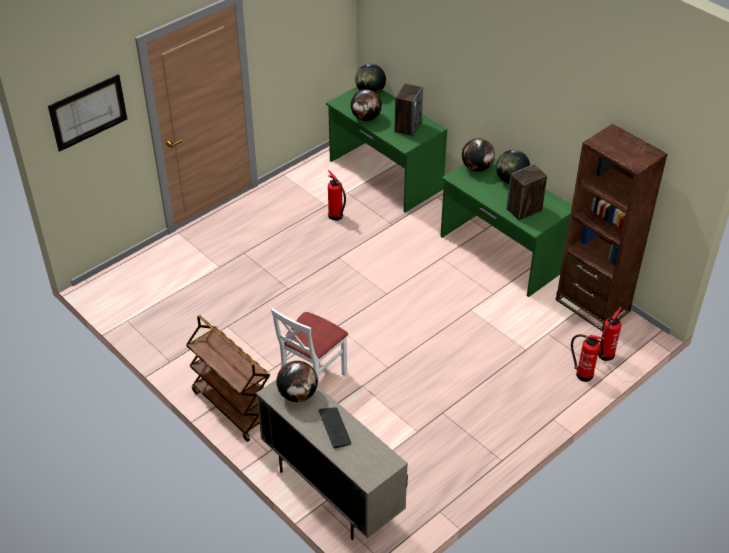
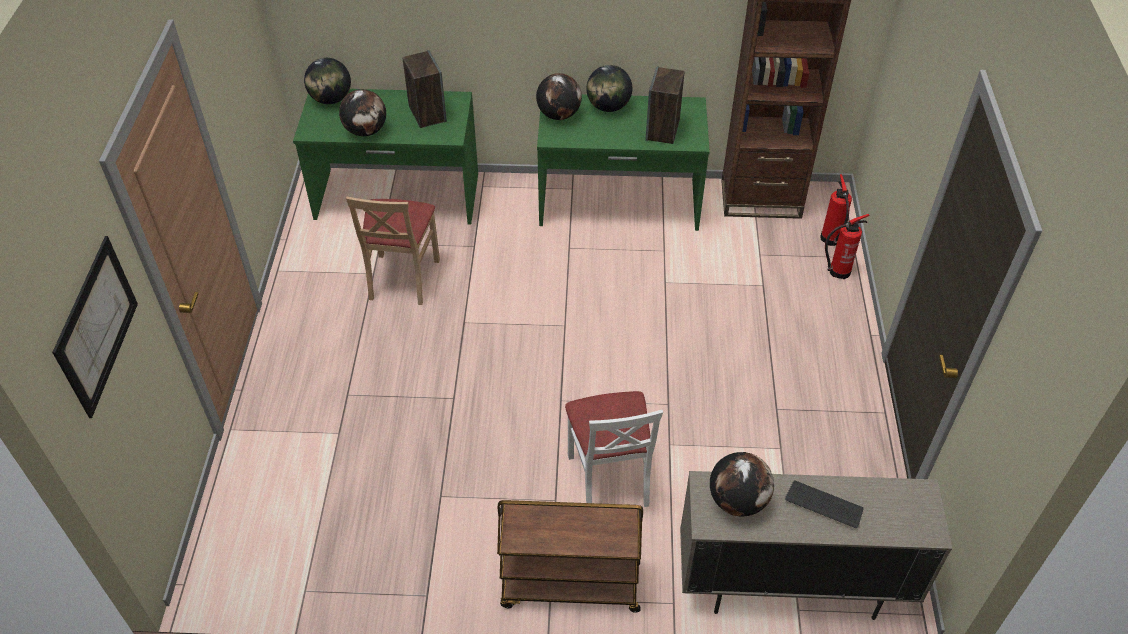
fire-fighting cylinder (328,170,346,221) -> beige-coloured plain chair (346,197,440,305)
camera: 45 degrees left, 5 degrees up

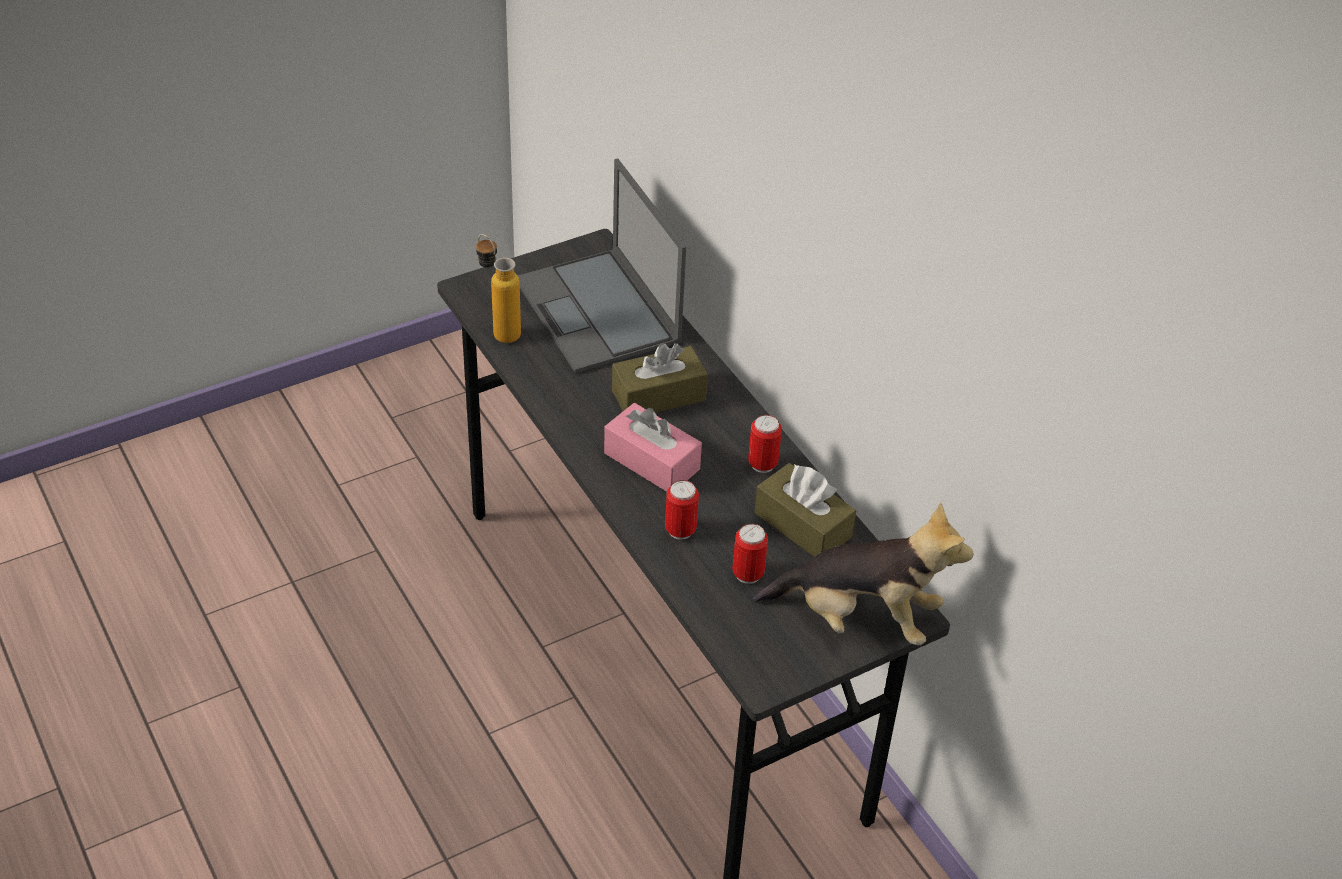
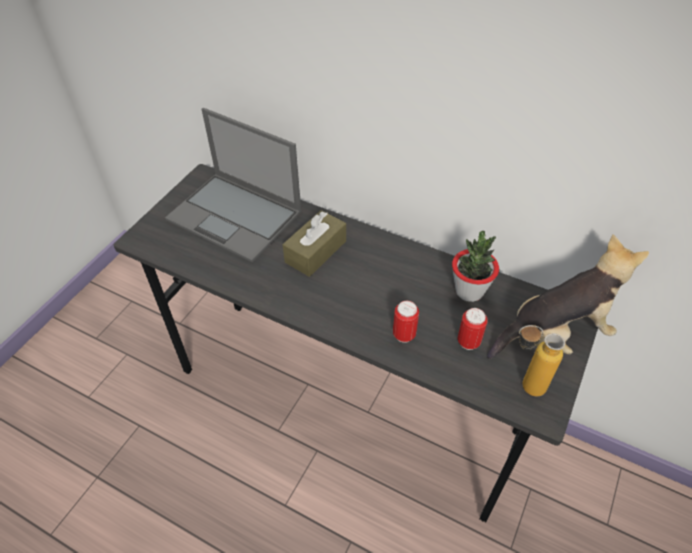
beverage bottle (476,234,521,343) -> beverage bottle (519,325,565,397), move
pinkish tissue box (604,403,702,492) -> none
sealed can (748,415,782,473) -> none
brownish tissue box (755,463,856,557) -> plant in a pot (452,231,499,302)
camera: 30 degrees left, 5 degrees up

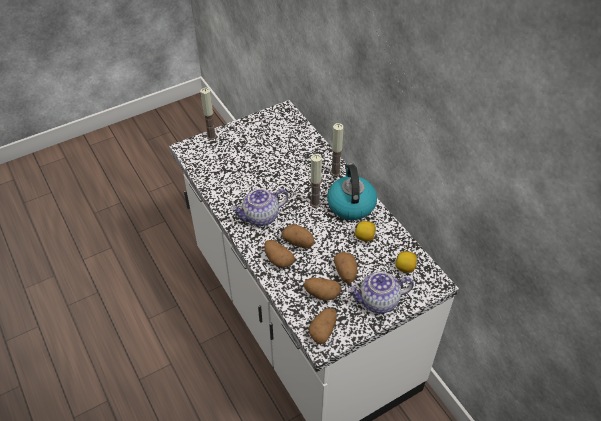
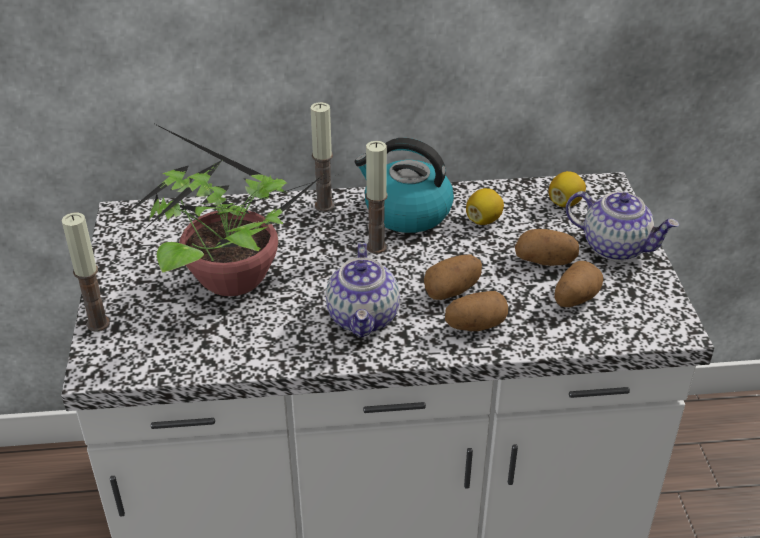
teapot (348,272,414,314) -> teapot (566,191,680,261), 75 degrees counterclockwise
whole potato (309,308,337,344) -> none
none -> plant in a pot (125,122,324,296)
camera: 65 degrees left, 10 degrees down

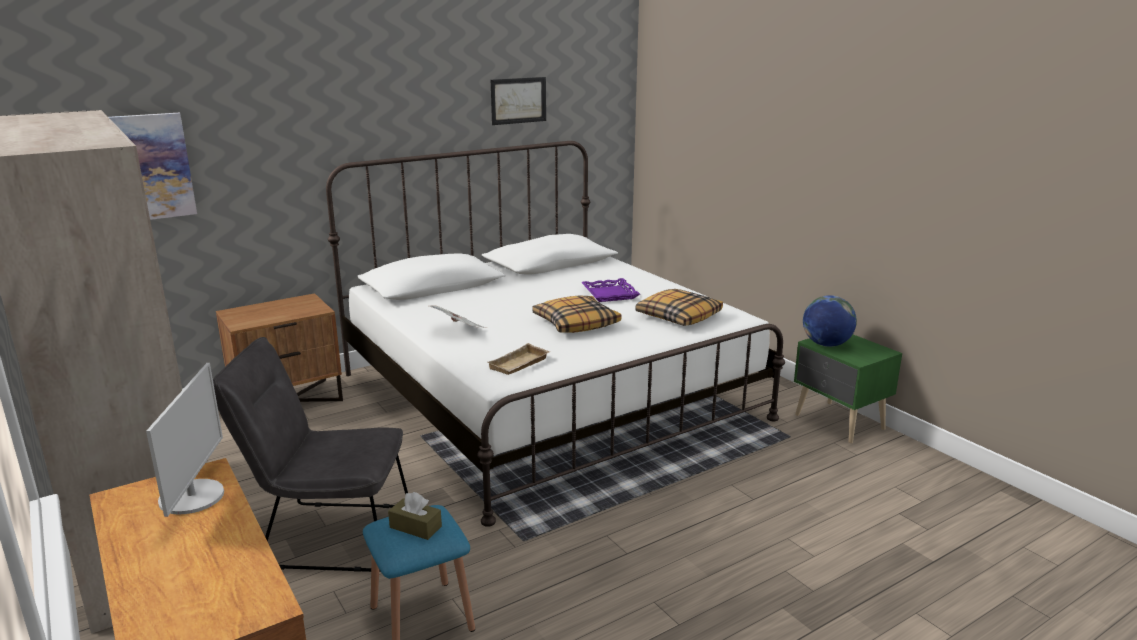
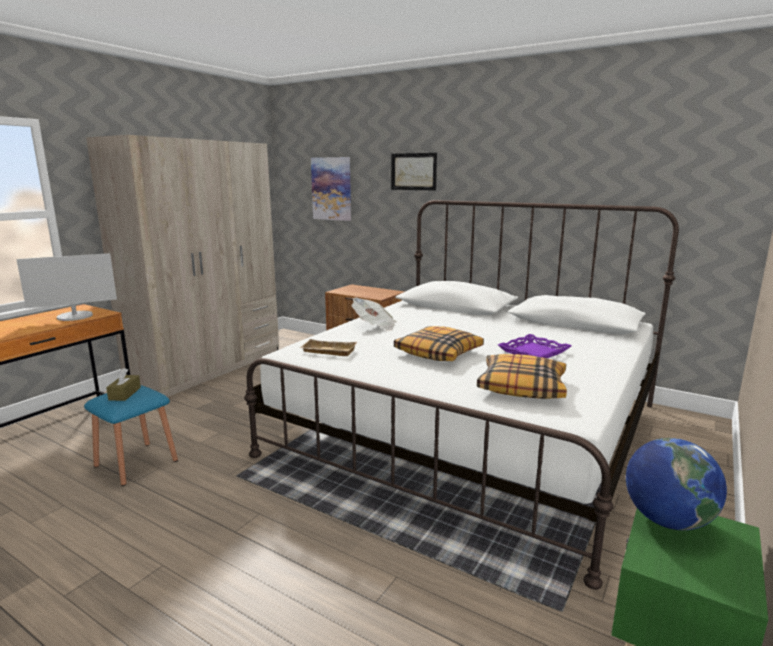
picture (491,77,546,125) -> picture (391,153,437,191), move
grey plain chair (213,337,408,572) -> none
camera: 65 degrees right, 5 degrees down

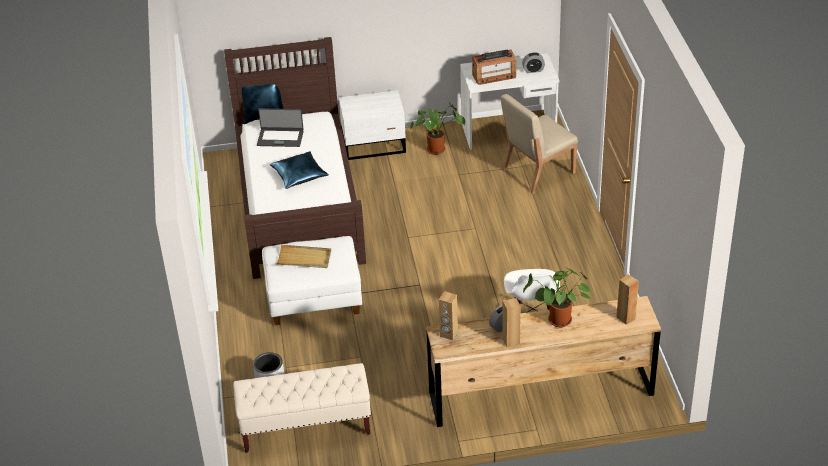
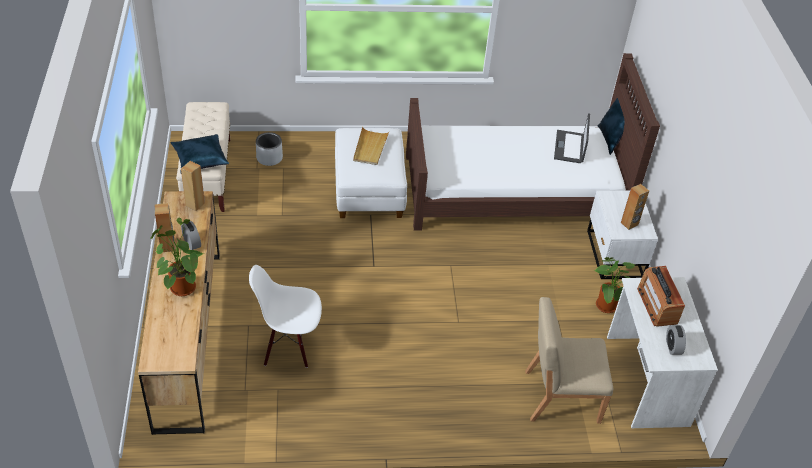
beige-coloured plain chair (501,94,578,194) -> beige-coloured plain chair (525,297,613,424), 60 degrees counterclockwise
blue-coloured pillow (270,151,329,189) -> blue-coloured pillow (170,134,229,173), move
brownish audio speaker (616,274,639,325) -> brownish audio speaker (621,184,649,230), move
camera: 90 degrees right, 5 degrees up

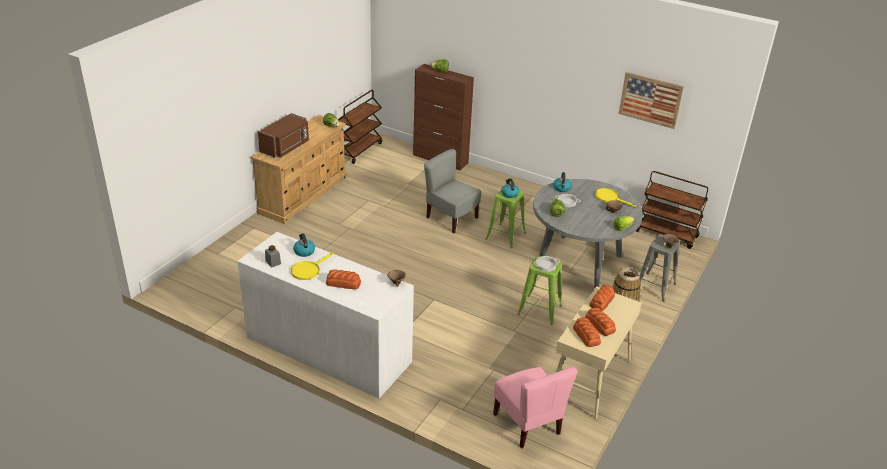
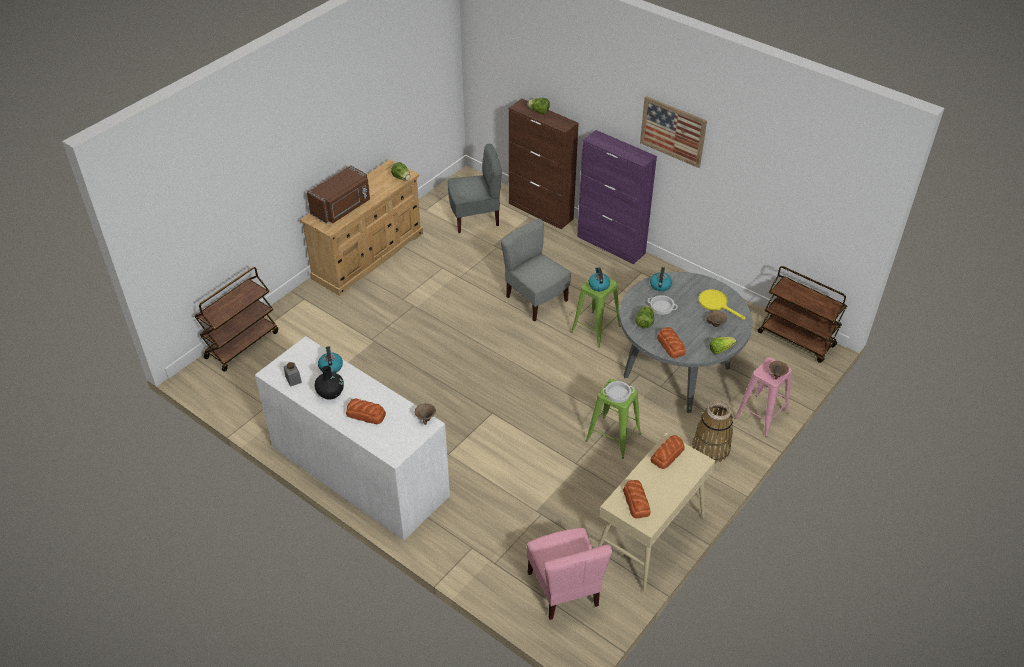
picture (619,72,684,129) -> picture (640,96,707,168), move
brownish cart (338,90,382,164) -> brownish cart (194,267,278,372), move
grey stool seat (640,234,680,302) -> pinkish stool seat (734,357,792,437)
yellowish pan (291,253,333,280) -> black-coloured decorative vase (315,366,344,399)
bread (585,307,616,336) -> bread (657,327,686,358), move
none -> purple-coloured storage cabinet (577,130,657,264)
none -> grey plain chair (448,144,502,233)
camera: 10 degrees right, 10 degrees up

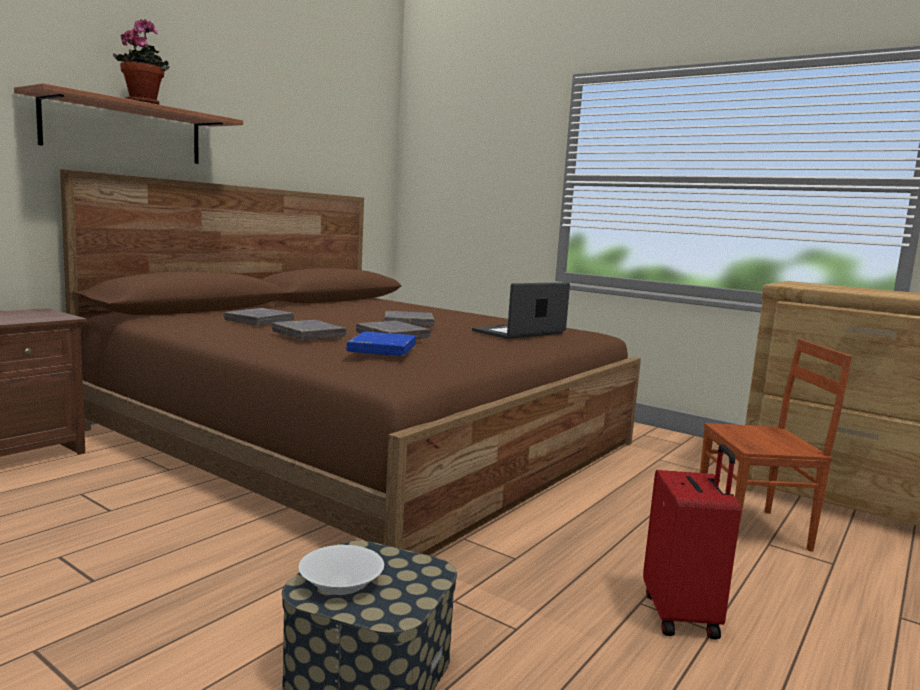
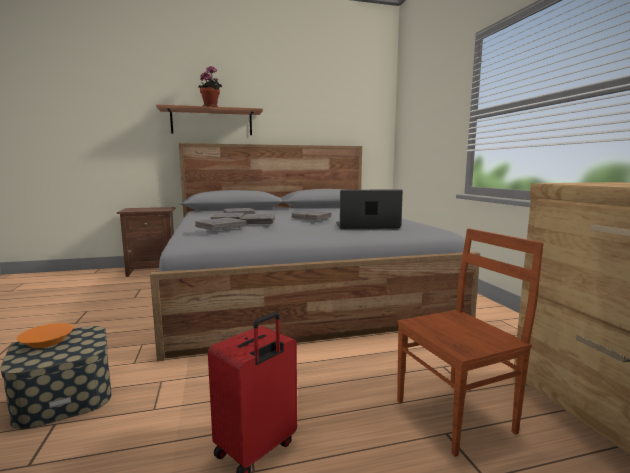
brownish bedroom bed (60,169,641,555) -> grey bedroom bed (150,143,480,361)
blue-coloured volume (347,331,416,356) -> grey volume (195,218,247,231)
brownish plain chair (700,339,852,551) -> brownish plain chair (397,228,544,457), 60 degrees counterclockwise
whitish bowl (298,545,384,595) -> orangey bowl (17,323,74,348)
camera: 40 degrees right, 0 degrees up

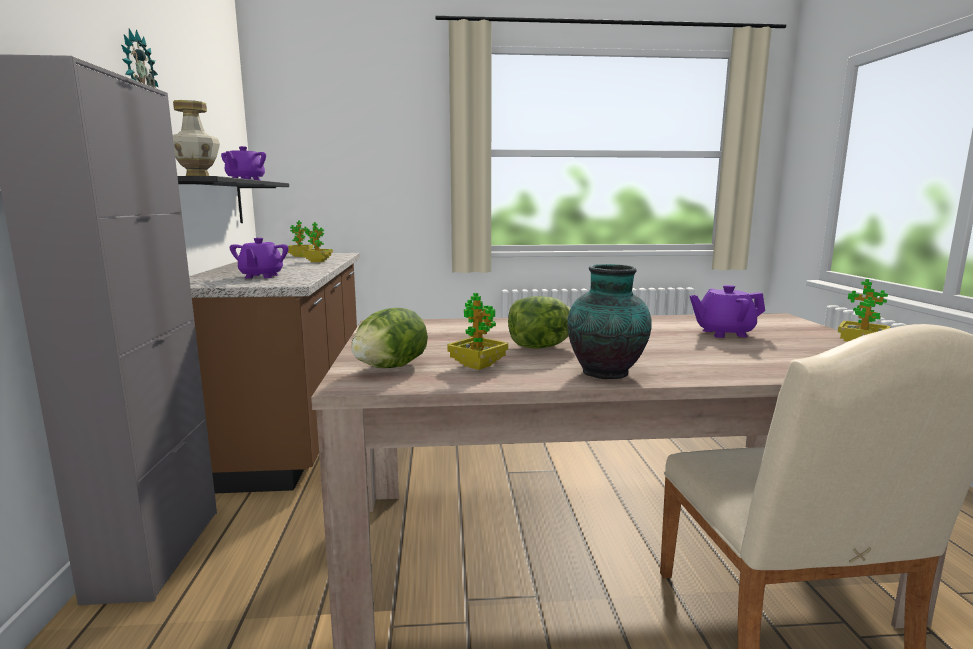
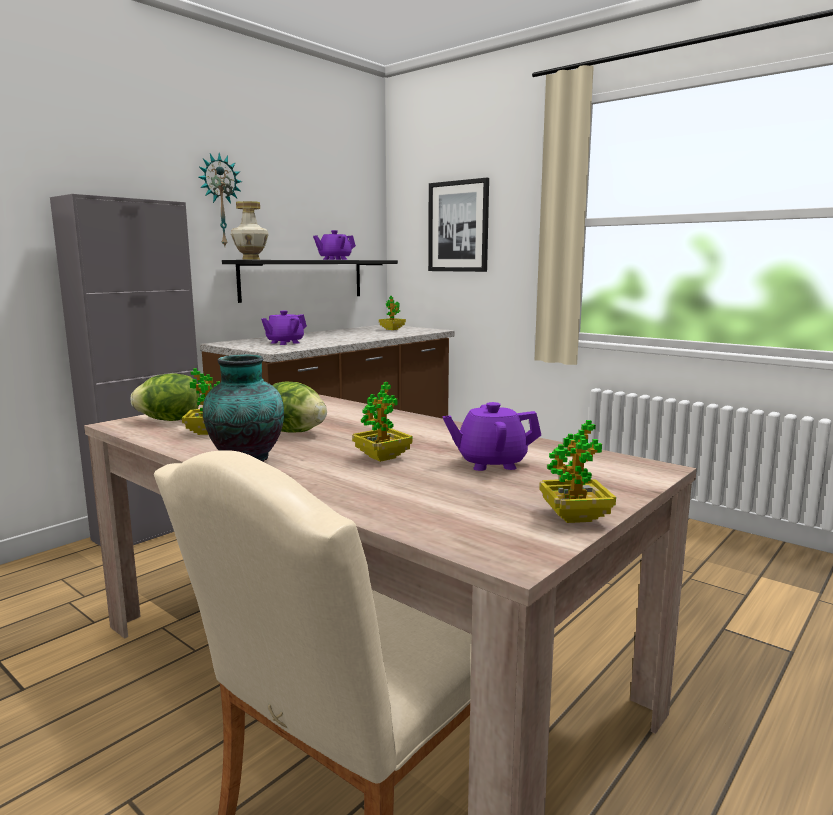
plant in a pot (301,222,333,262) -> plant in a pot (352,382,413,462), move
purple-coloured teapot (690,285,765,338) -> purple-coloured teapot (442,402,541,471), 45 degrees counterclockwise
none -> picture (428,178,489,272)
camera: 45 degrees right, 0 degrees up

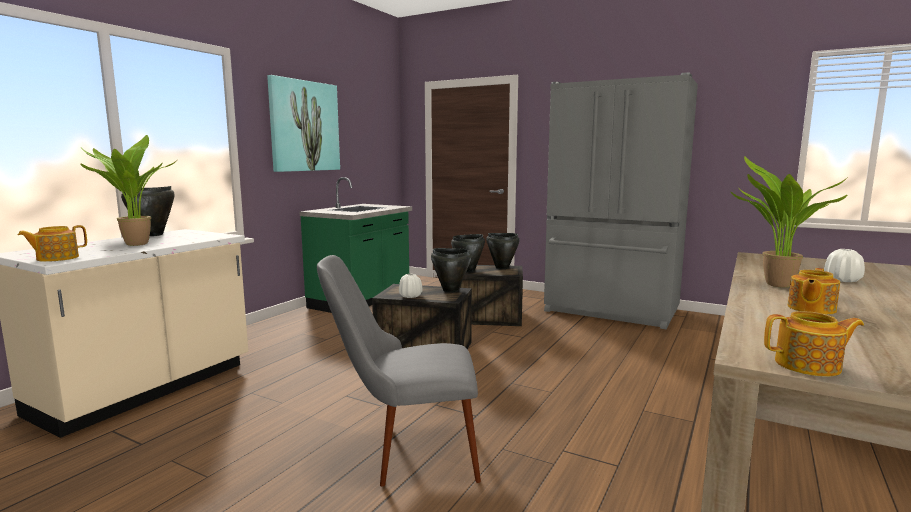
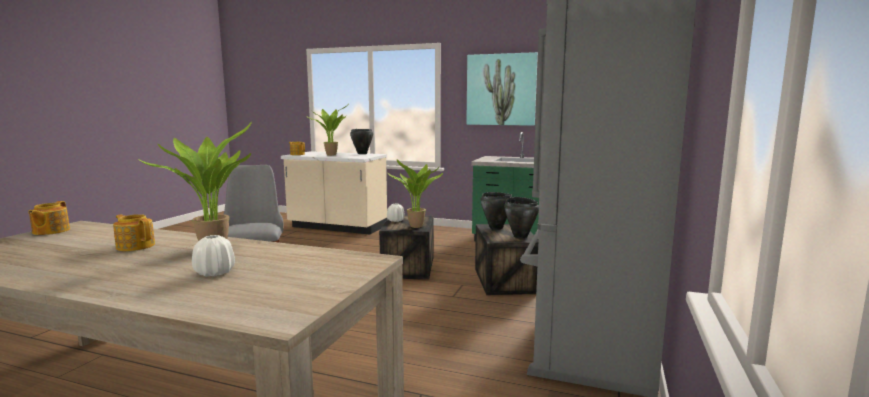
black-coloured stockpot (431,248,471,293) -> plant in a pot (387,159,443,228)
camera: 80 degrees right, 0 degrees up

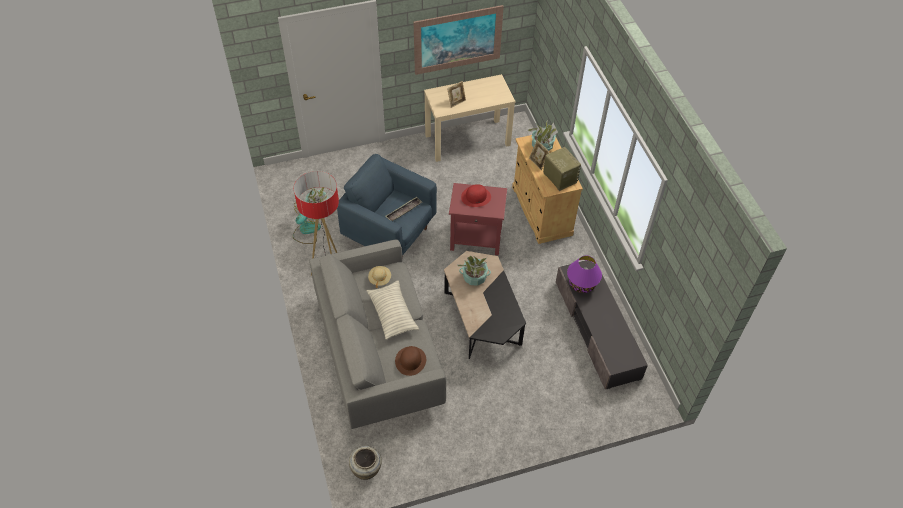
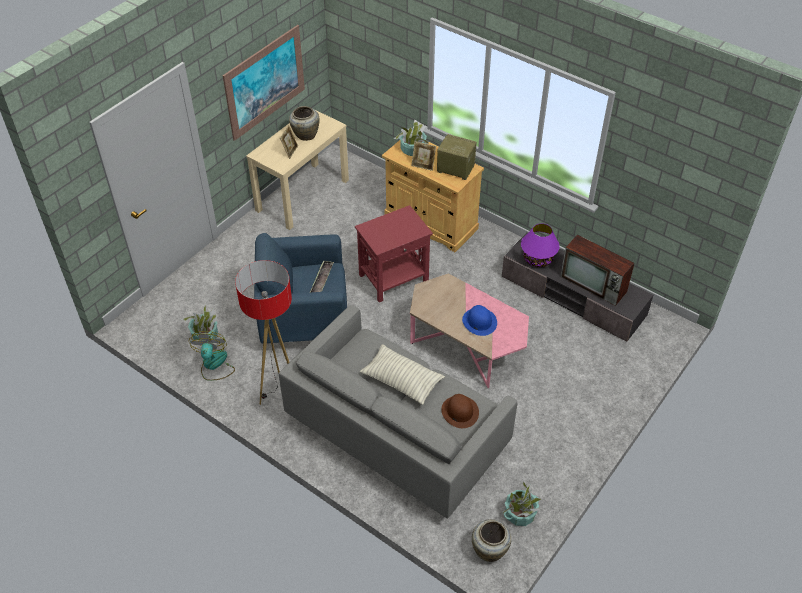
reddish wearable hat (461,184,491,207) -> none
black-coloured low table (444,251,526,359) -> pinkish low table (410,273,529,388)
plant in a pot (457,255,491,286) -> plant in a pot (502,481,541,526), move
beige-coloured wearable hat (368,266,391,288) -> none
none -> beige-coloured decorative vase (289,106,320,141)
none -> TV set (560,235,635,306)
none -> blue-coloured wearable hat (462,305,497,336)
camera: 35 degrees left, 5 degrees down

